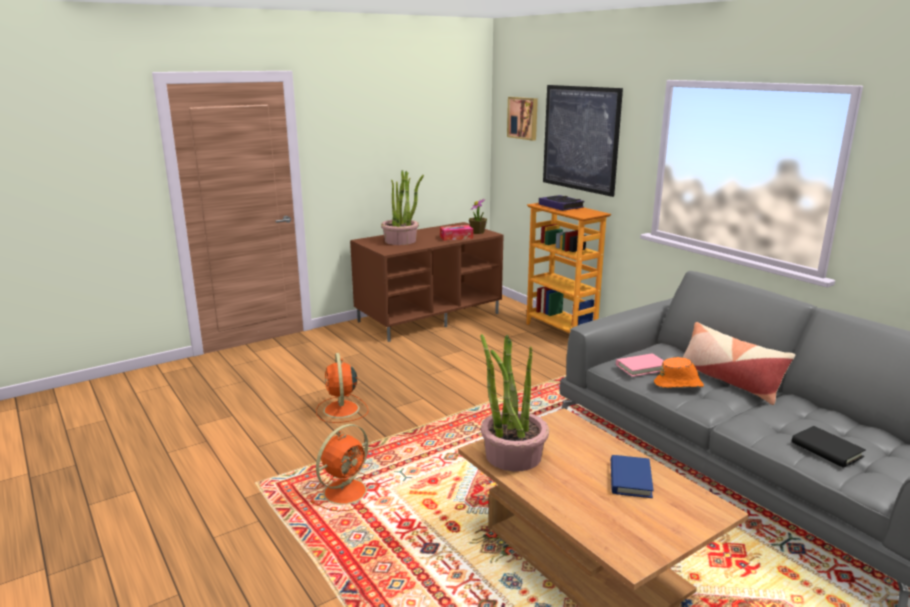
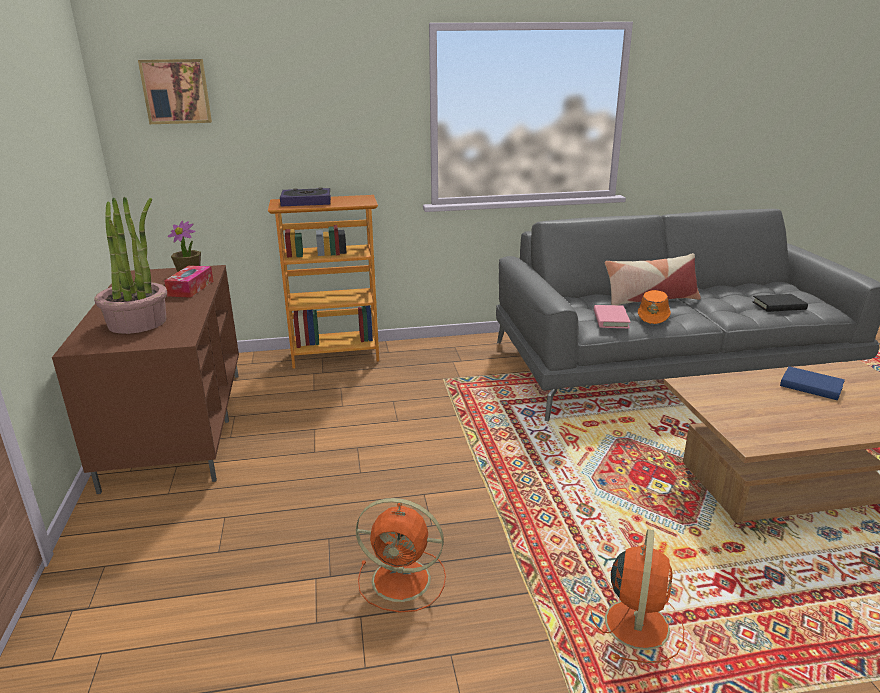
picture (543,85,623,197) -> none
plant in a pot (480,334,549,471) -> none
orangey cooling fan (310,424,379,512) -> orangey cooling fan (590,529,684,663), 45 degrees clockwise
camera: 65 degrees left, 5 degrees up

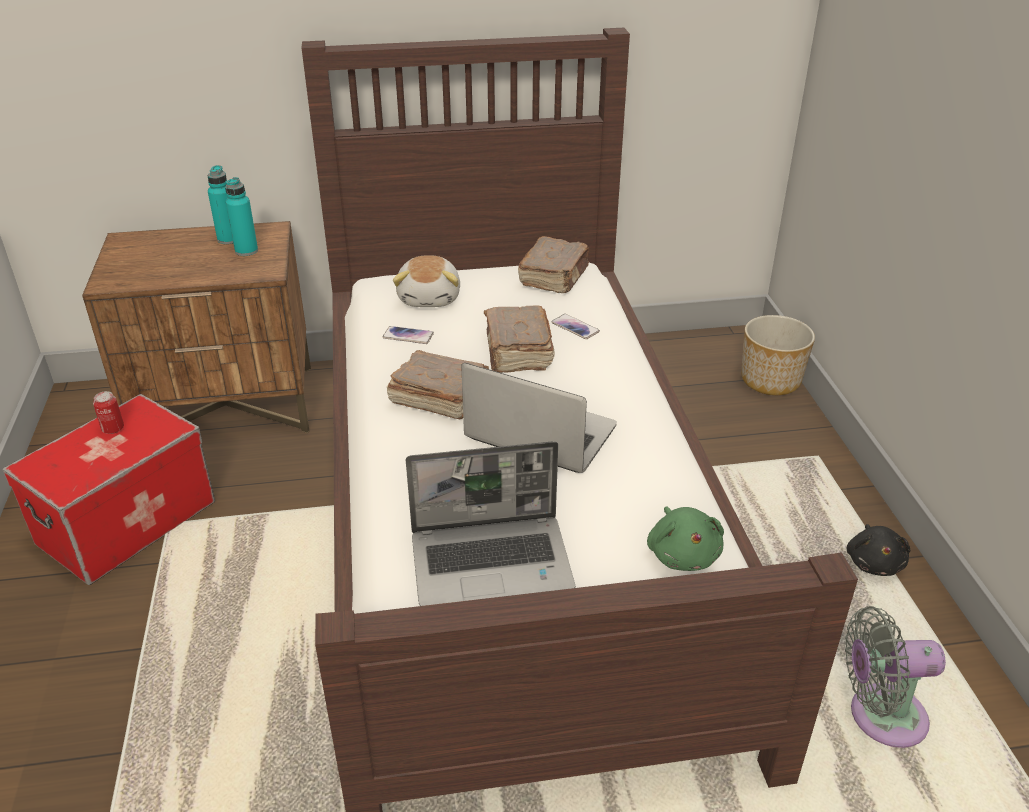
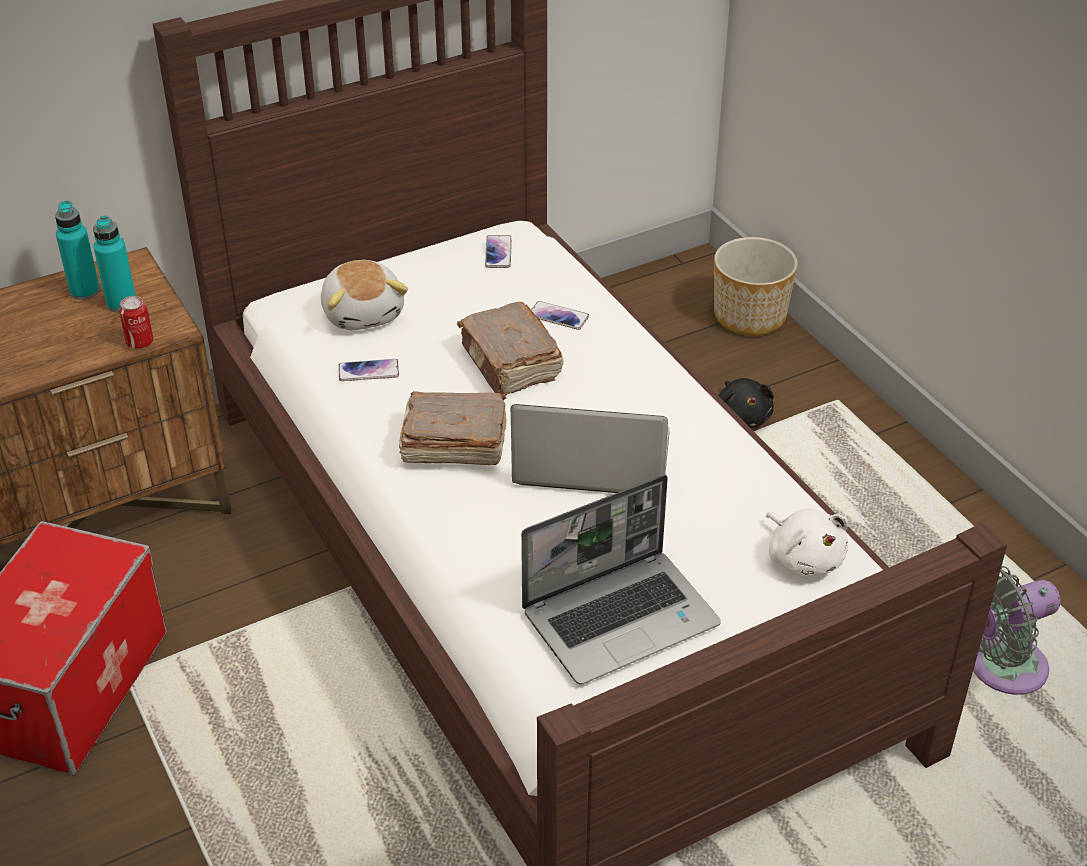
brownish volume (518,236,589,293) -> handset (485,235,512,268)
sealed can (93,391,124,434) -> sealed can (119,296,153,349), move
green-coloured plush toy (647,507,724,571) -> whitish plush toy (766,509,848,577)
black-coloured plush toy (847,524,910,576) -> black-coloured plush toy (718,378,774,428), move
camera: 20 degrees left, 5 degrees up

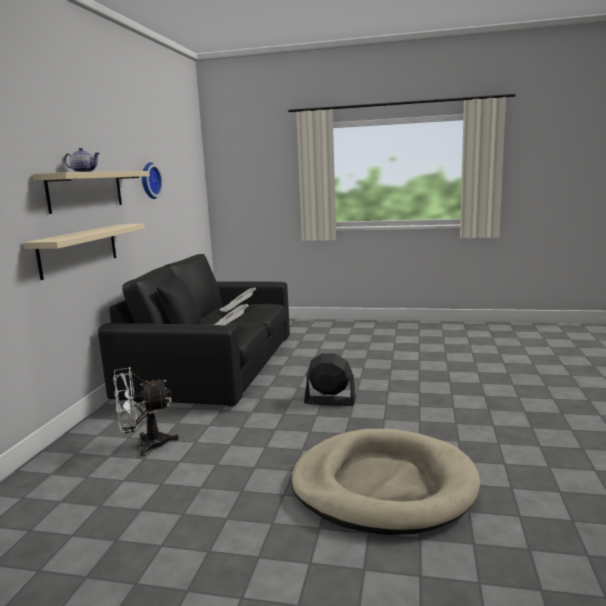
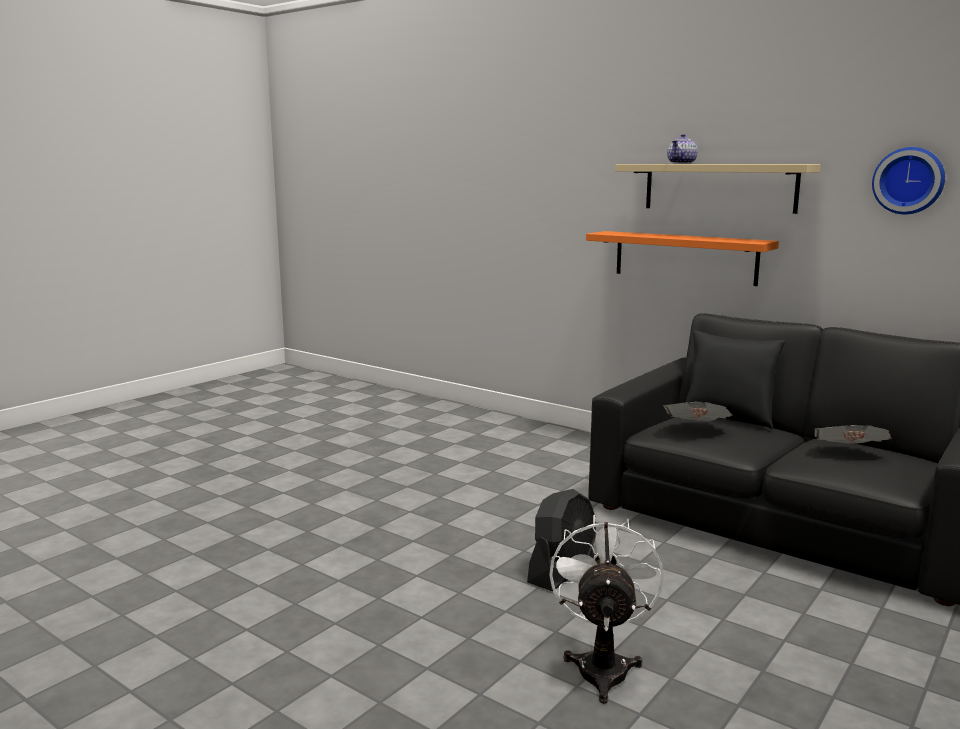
beige-coloured bracket shelf (23,224,145,280) -> orangey bracket shelf (586,231,779,286)
whitish cooling fan (113,367,179,457) -> whitish cooling fan (550,515,664,704), move
beige-coloured dog bed (291,429,481,535) -> none
camera: 115 degrees right, 0 degrees up

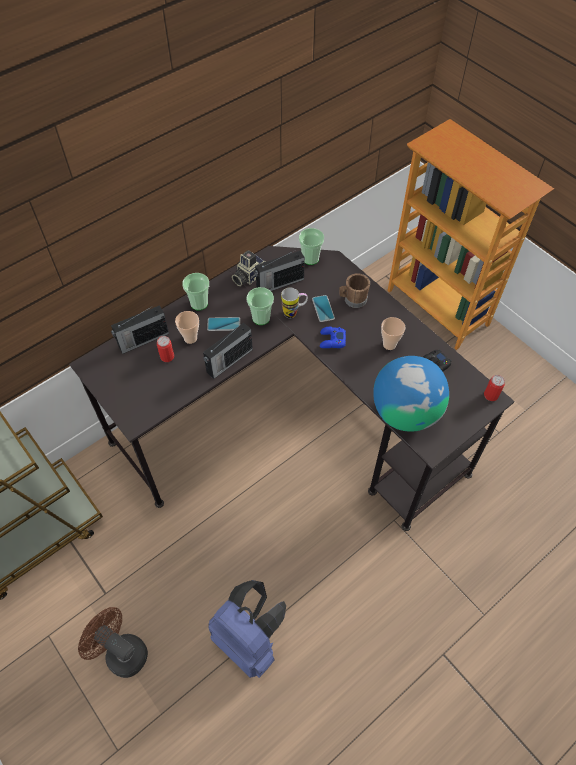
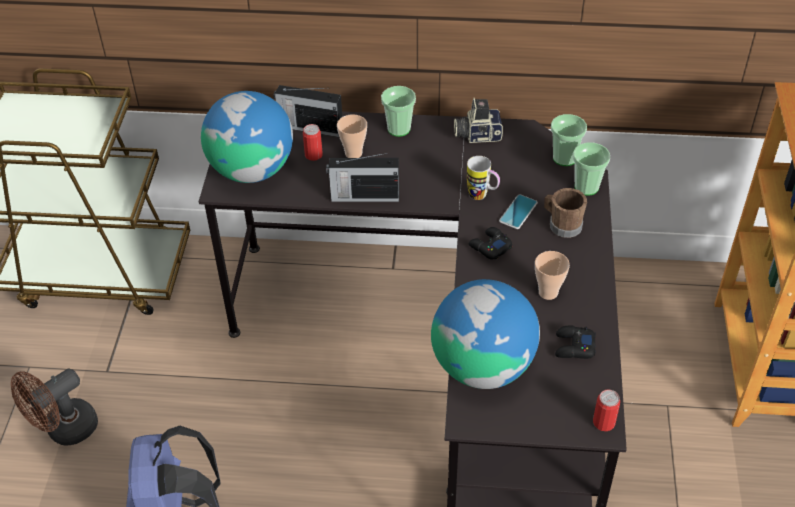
radio (254,249,305,291) -> none
small cup (247,287,274,325) -> small cup (573,142,610,196), move
handset (207,317,240,331) -> none
blue-coloured joypad (320,327,346,348) -> black-coloured joypad (469,227,512,260)
brownish cooling fan (78,607,148,678) -> brownish cooling fan (11,368,98,446), 120 degrees counterclockwise
none -> globe (201,91,293,183)
camera: 45 degrees right, 10 degrees down

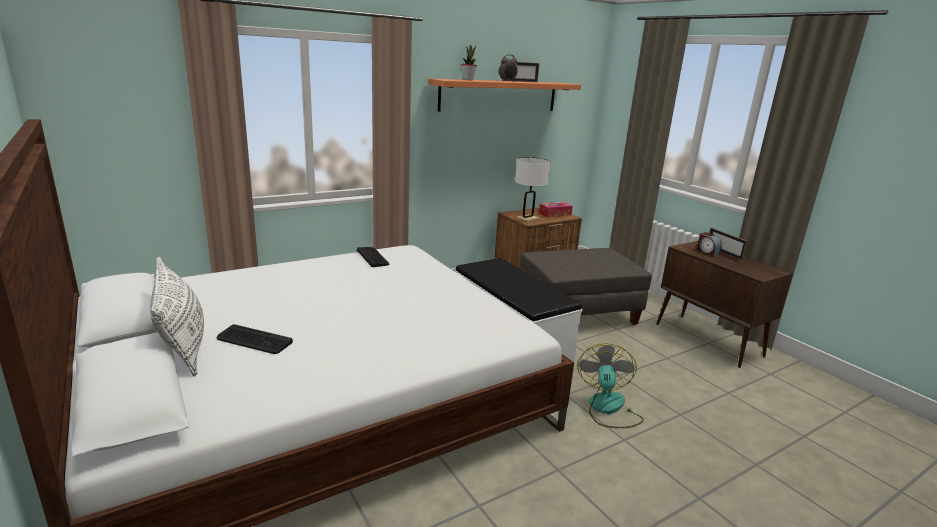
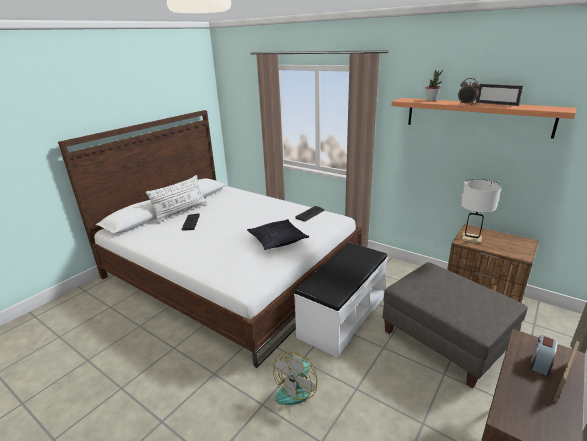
tissue box (539,202,573,217) -> none
cooling fan (577,343,644,428) -> cooling fan (273,351,317,405), 135 degrees clockwise
none -> pillow (247,219,309,250)
camera: 70 degrees right, 5 degrees up

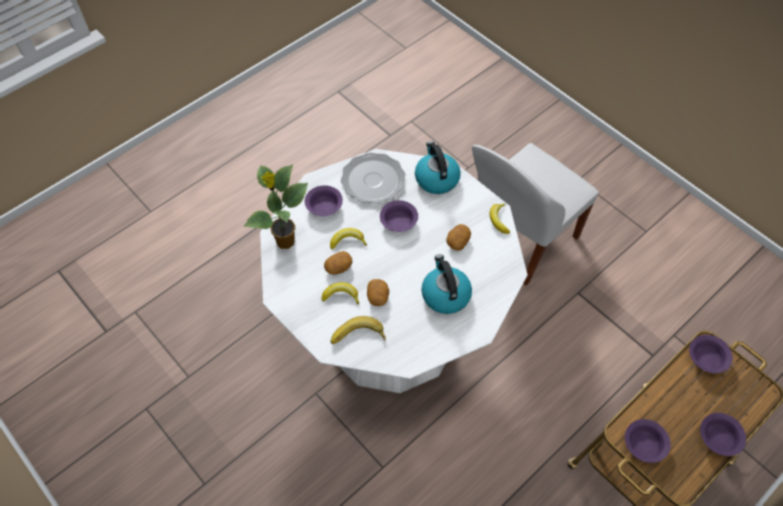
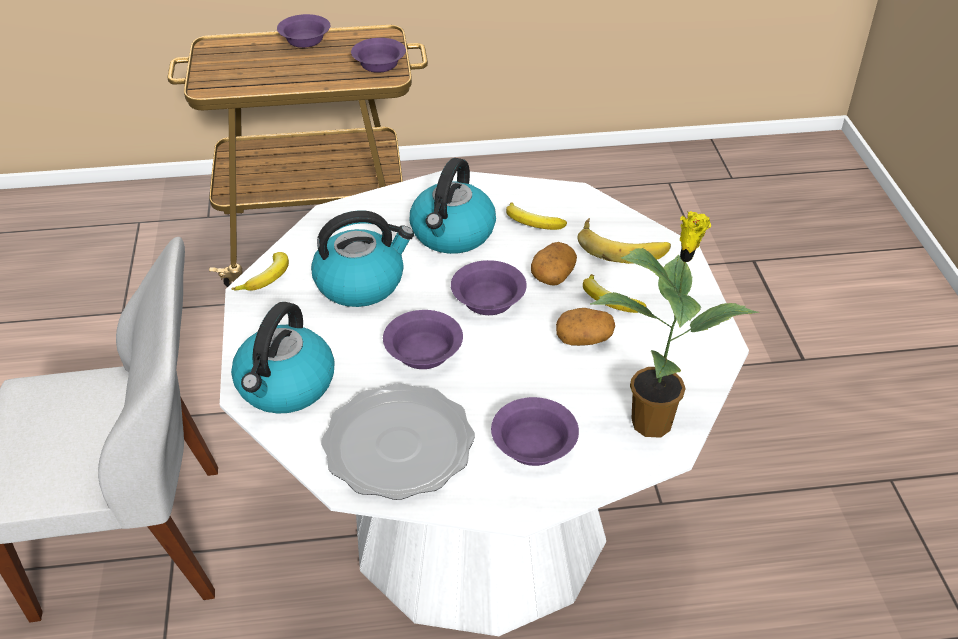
whole potato (446,224,471,250) -> tea kettle (311,210,414,307)
banana (330,228,367,249) -> banana (506,202,567,230), move
purple-coloured bowl (689,335,733,373) -> purple-coloured bowl (451,260,527,315), move
camera: 145 degrees left, 15 degrees down

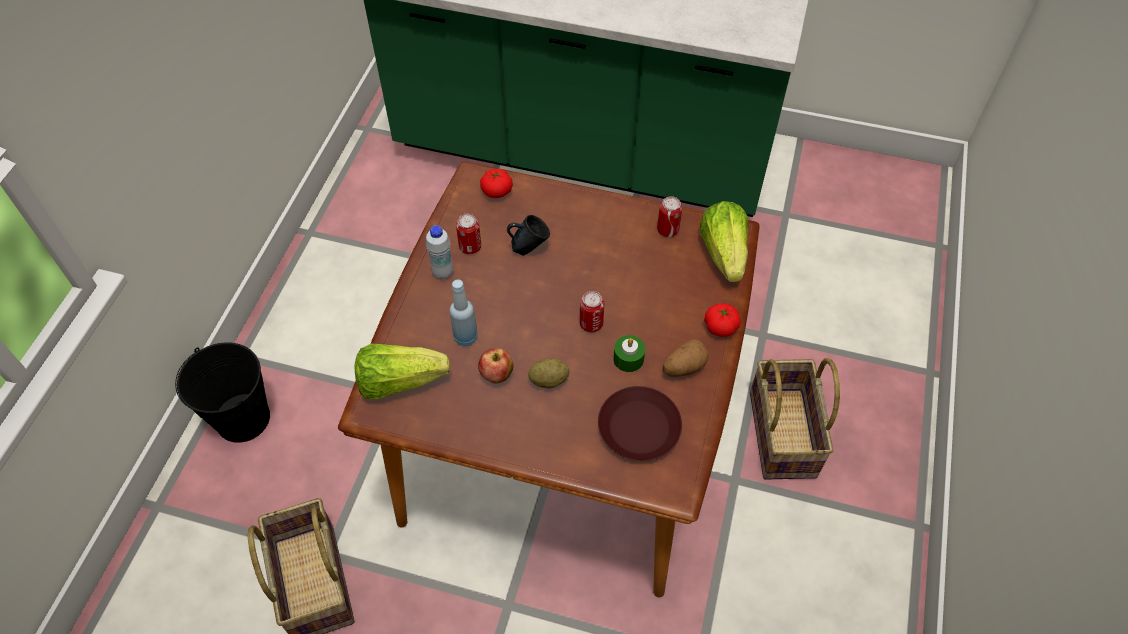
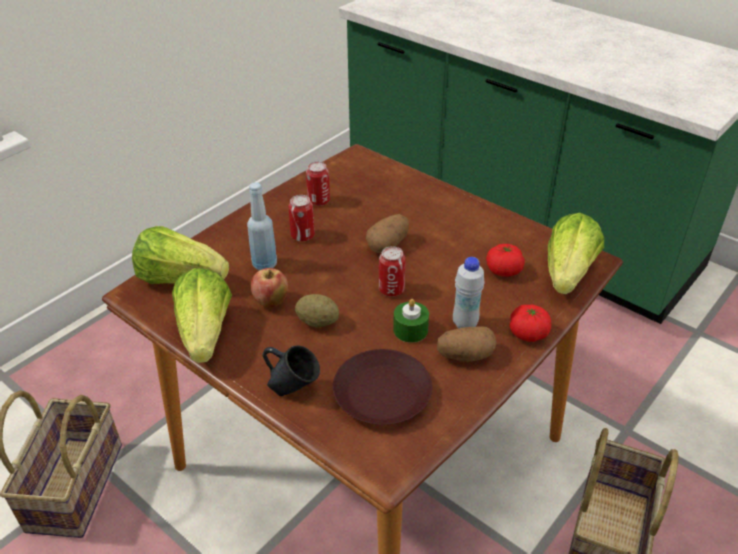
fresh tomato (480,169,513,198) -> fresh tomato (486,244,525,277), move
sealed can (657,196,682,237) -> sealed can (289,195,315,241), move
blue-coloured tea mug (507,215,550,256) -> blue-coloured tea mug (262,345,320,396), move
whitish beverage bottle (426,225,453,279) -> whitish beverage bottle (453,257,484,328), move
black-coloured pail (175,342,270,443) -> none
none -> whole potato (366,214,409,253)
none -> head of lettuce (172,268,232,363)
camera: 25 degrees right, 15 degrees down

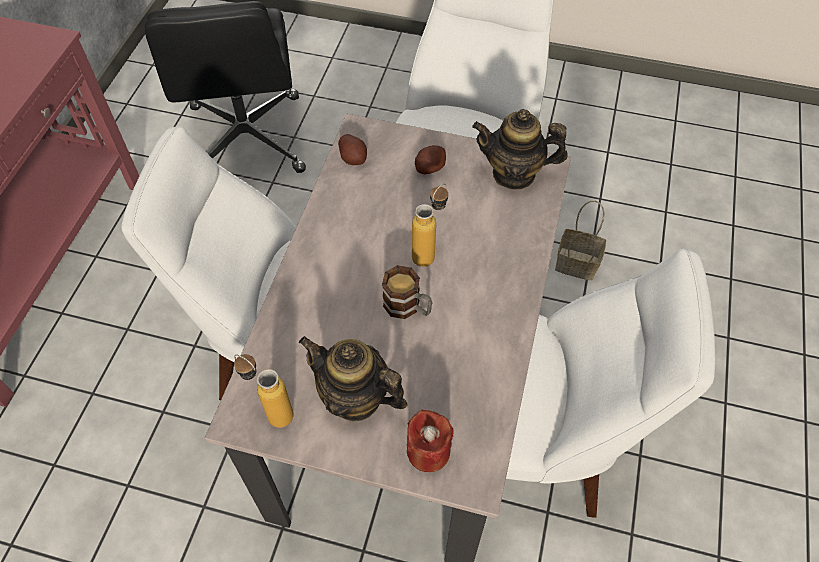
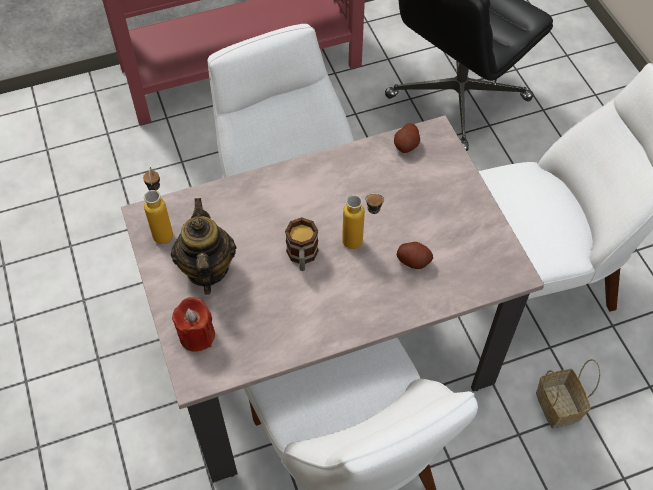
teapot (472,109,568,190) -> none
whole potato (415,145,446,174) -> whole potato (397,242,433,269), move
camera: 55 degrees right, 0 degrees up

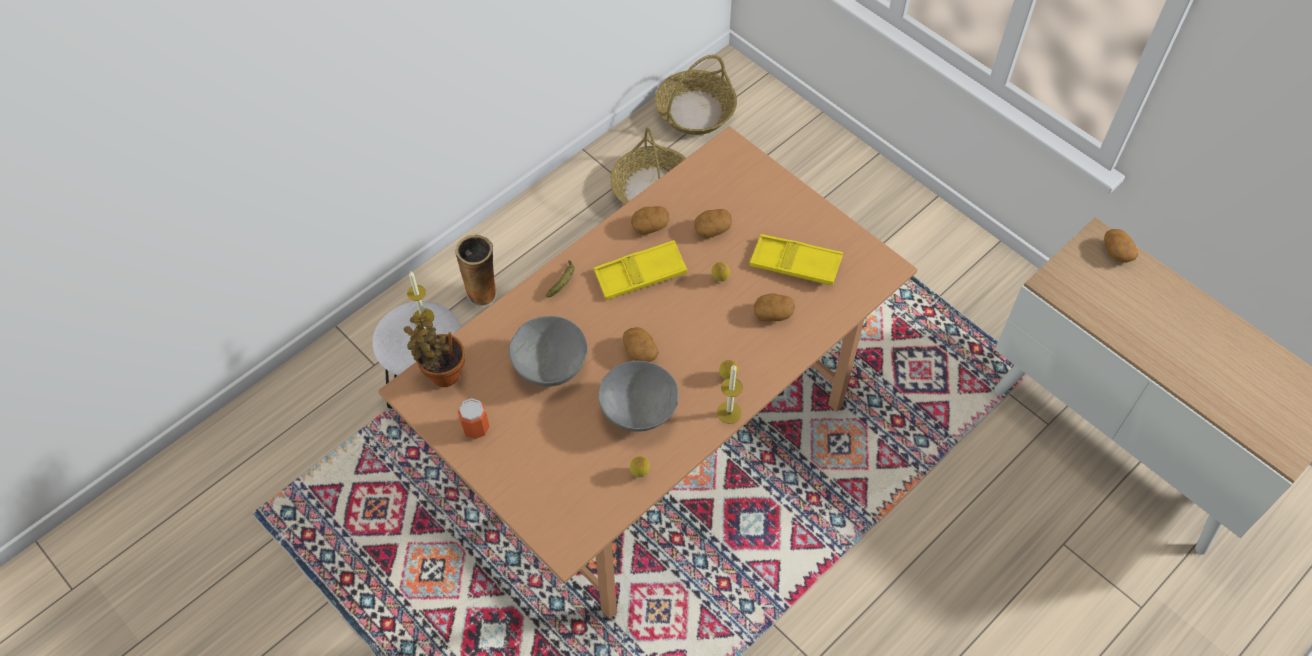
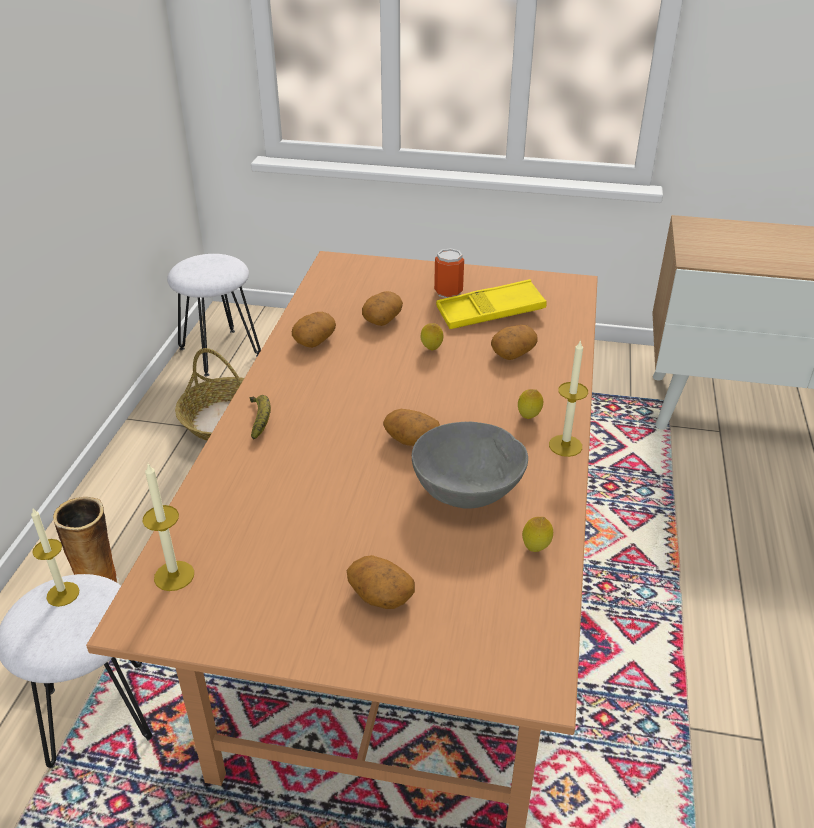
household basket (655,55,737,135) -> whitish stool seat (167,254,261,376)
whole potato (1104,229,1138,263) -> whole potato (347,555,415,609), move
yellowish tray (594,240,687,300) -> none
plant in a pot (404,311,465,387) -> wax light (142,464,194,591)
grey bowl (509,316,588,387) -> none
sealed can (458,398,489,439) -> sealed can (434,248,464,298), move
camera: 35 degrees left, 20 degrees down

